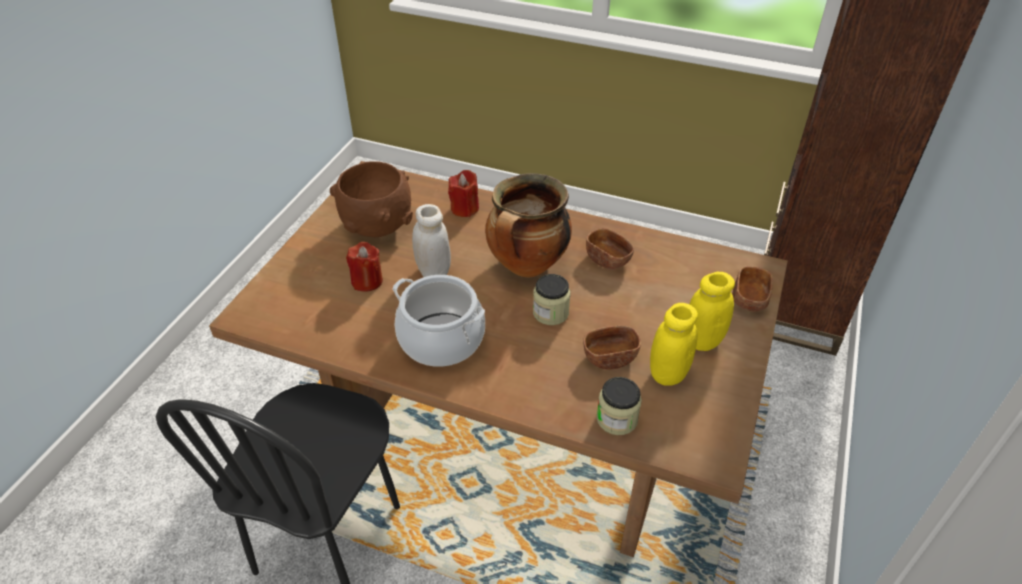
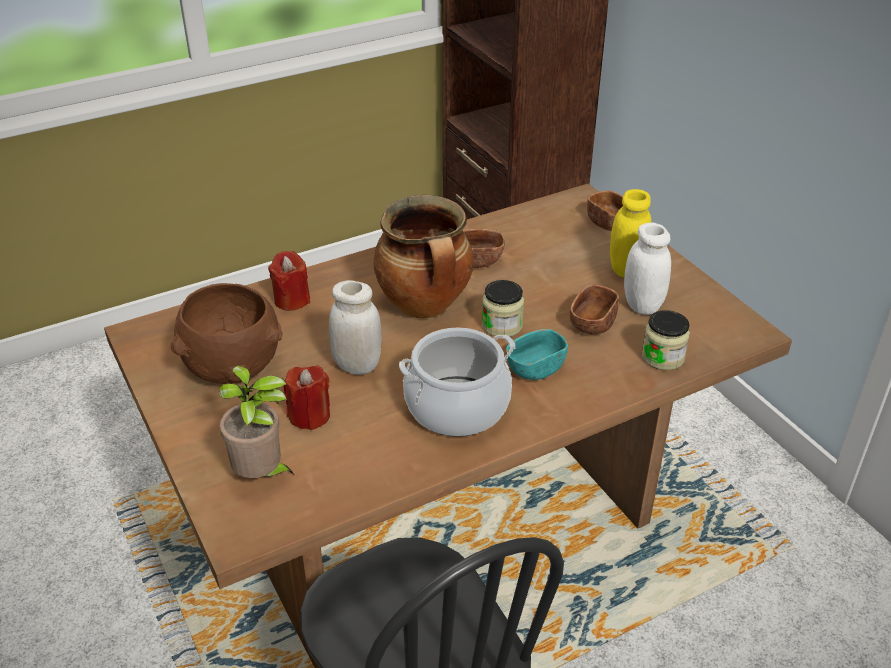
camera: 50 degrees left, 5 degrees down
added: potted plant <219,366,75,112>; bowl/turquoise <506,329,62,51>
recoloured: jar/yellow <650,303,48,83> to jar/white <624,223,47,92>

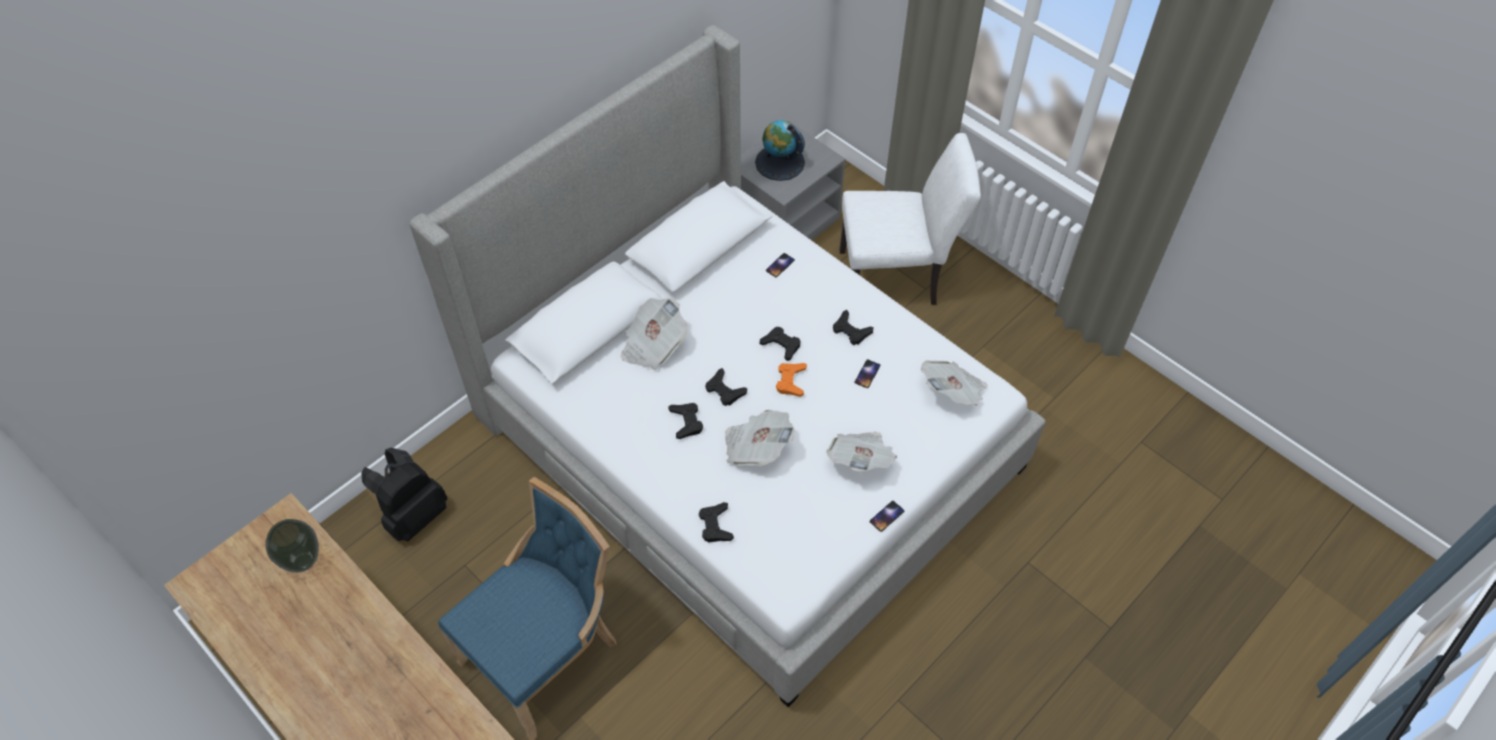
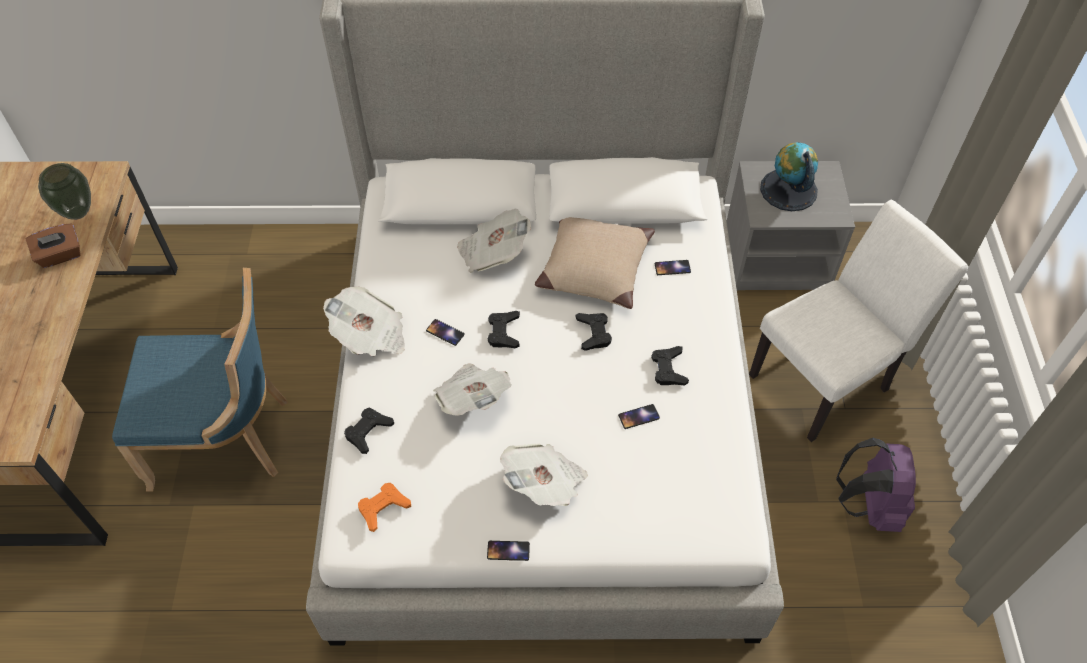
camera: 45 degrees right, 0 degrees up
removed: backpack/black <361,448,86,93>
added: tissue box/brown <26,224,55,44>; pillow/beige <535,217,120,92>; backpack/purple <836,438,80,94>
moved: newspaper <921,360,67,46> to <323,287,82,70>; game controller/orange <776,363,31,34> to <358,483,53,49>
replaced: game controller/black <668,403,35,36> to phone <426,319,39,27>
turned: chair/white <839,133,142,172> = <749,199,219,243> 75 degrees counterclockwise

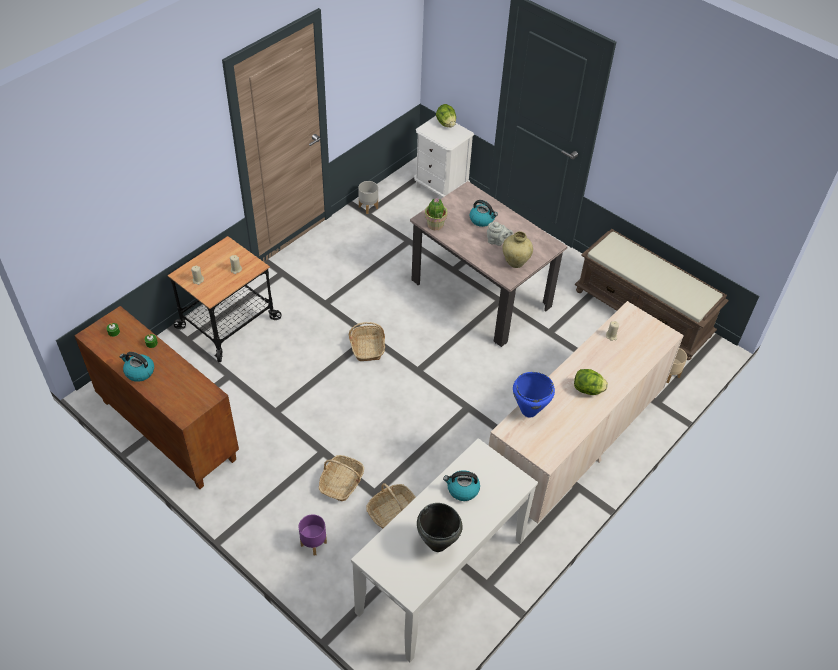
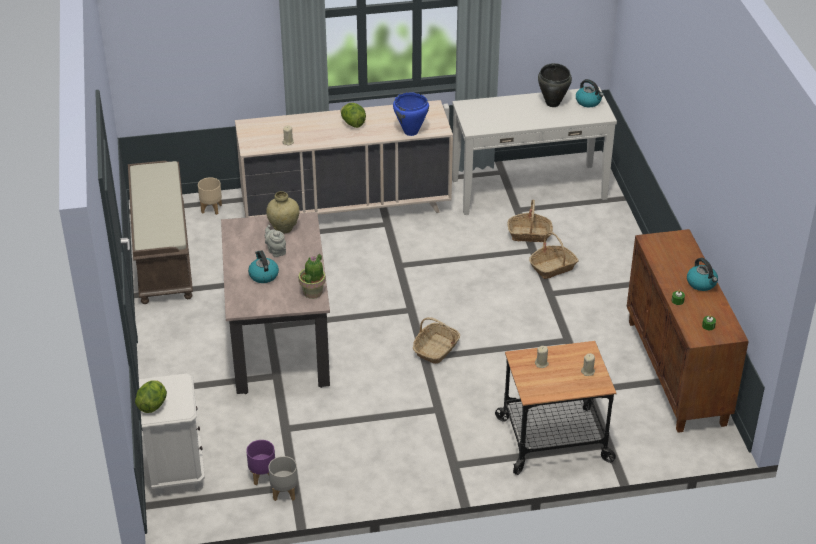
camera: 140 degrees left, 10 degrees down
moved: planter/purple <299,514,28,42> to <246,440,29,45>; kettle <443,470,37,31> to <576,79,28,28>

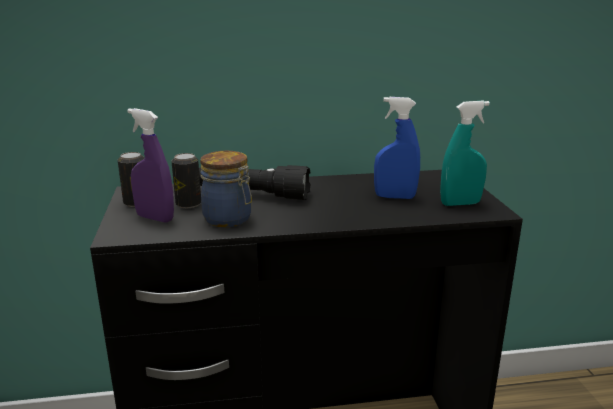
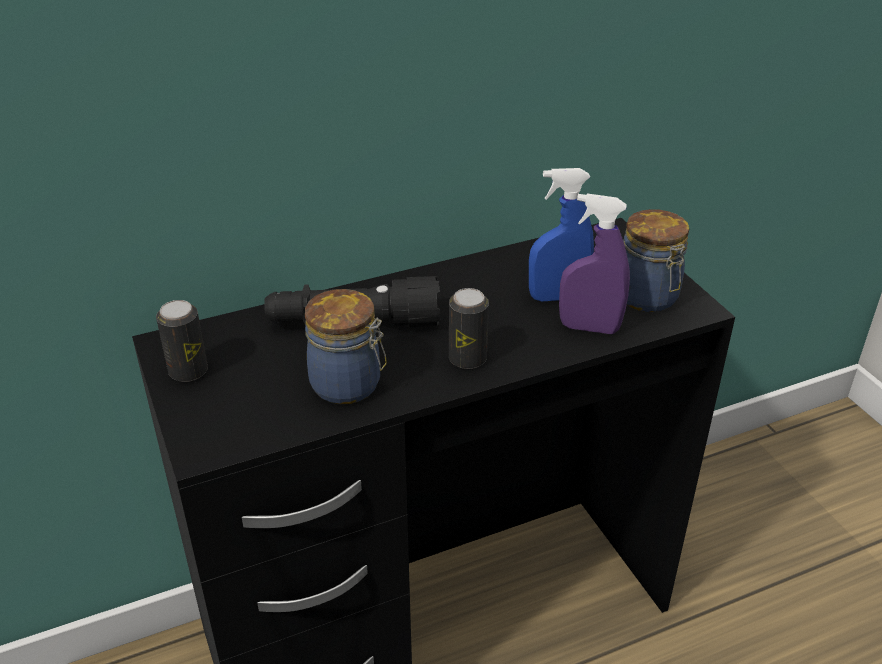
camera: 15 degrees left, 15 degrees up
moved: can <172,153,29,55> to <449,288,40,81>; spray bottle/purple <127,108,47,115> to <559,193,71,141>
replaced: spray bottle/turquoise <440,101,50,105> to jar <623,209,66,103>

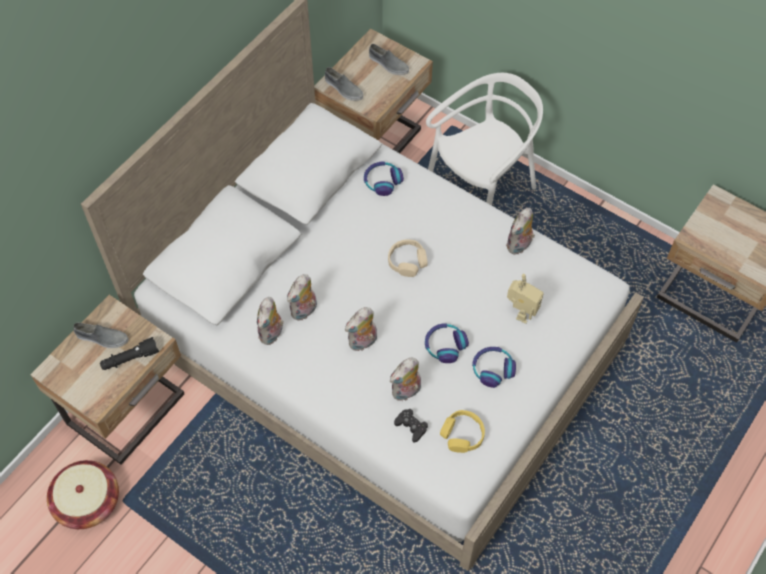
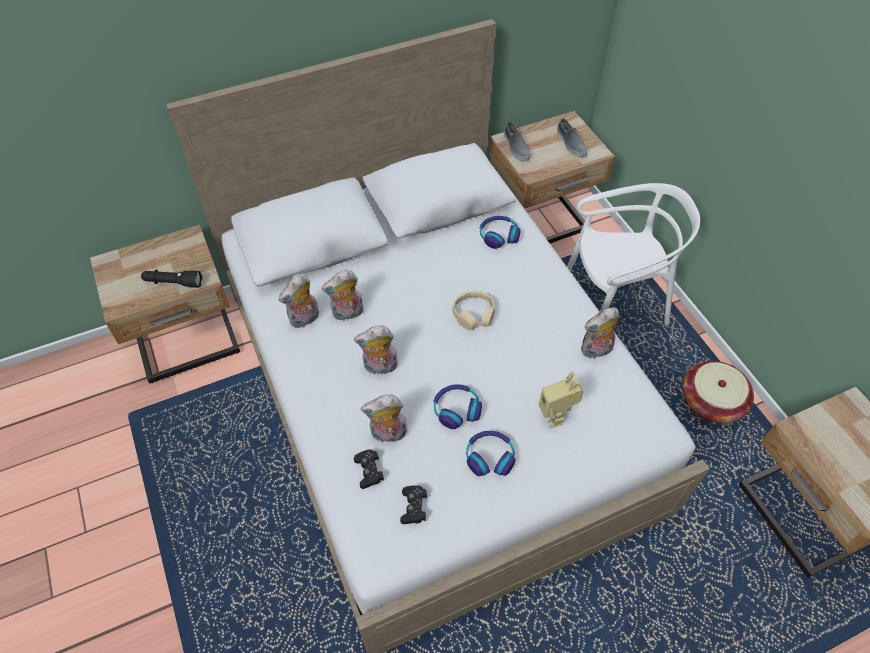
camera: 30 degrees right, 5 degrees down
removed: shoe/grey <74,322,55,26>
moved: basket <47,460,72,69> to <683,361,71,62>
replaced: headphones/yellow <440,410,45,43> to game controller/black <400,485,27,39>
turned: toy robot <507,274,37,50> = <539,371,45,57> 105 degrees clockwise

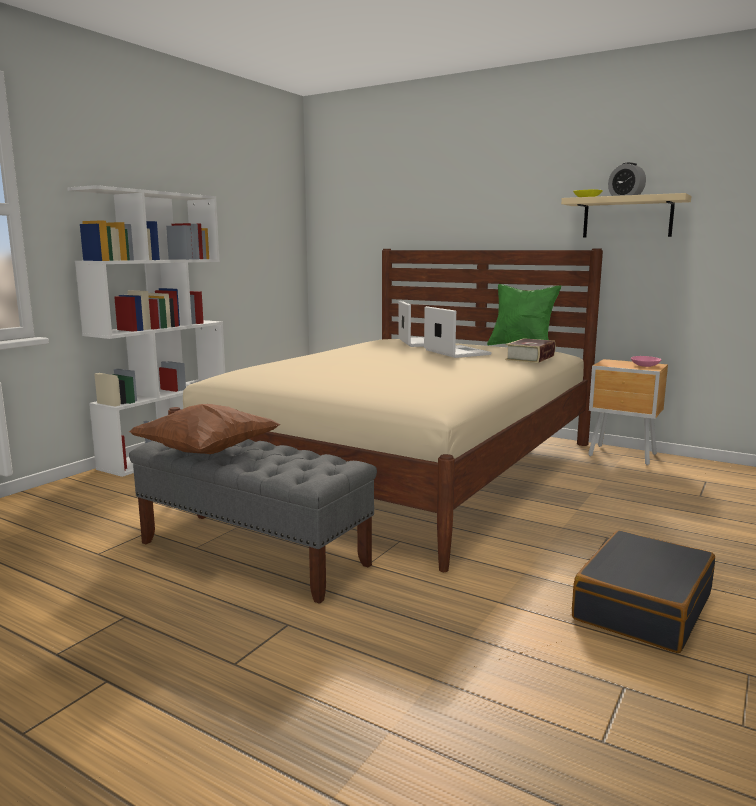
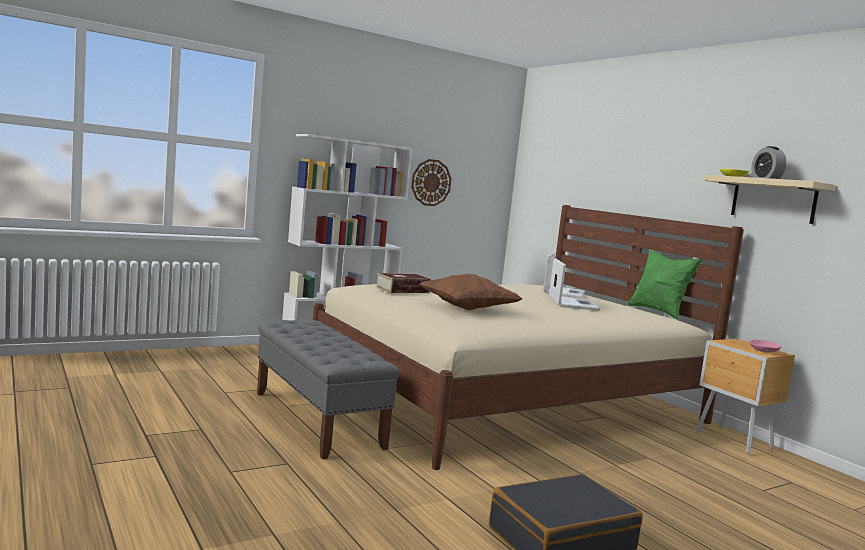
camera: 25 degrees right, 5 degrees down
added: wall clock <411,159,40,47>
moved: book <505,338,50,25> to <376,273,56,20>; pillow/brown <128,404,152,50> to <420,274,102,36>

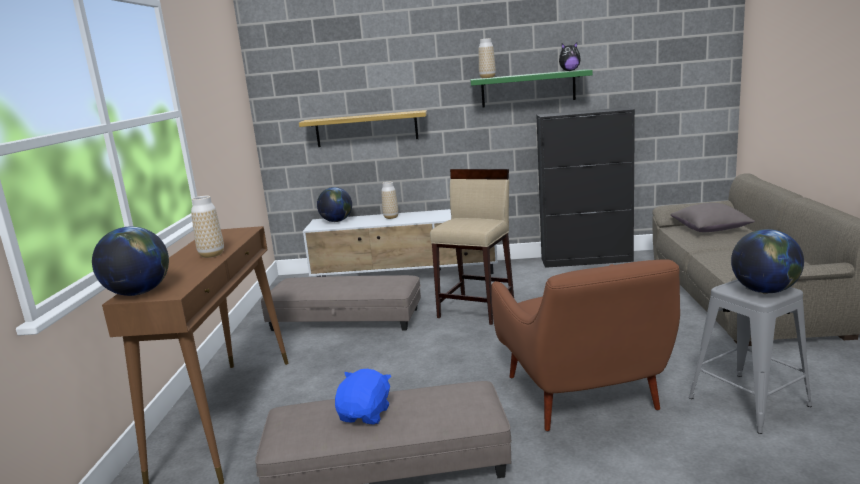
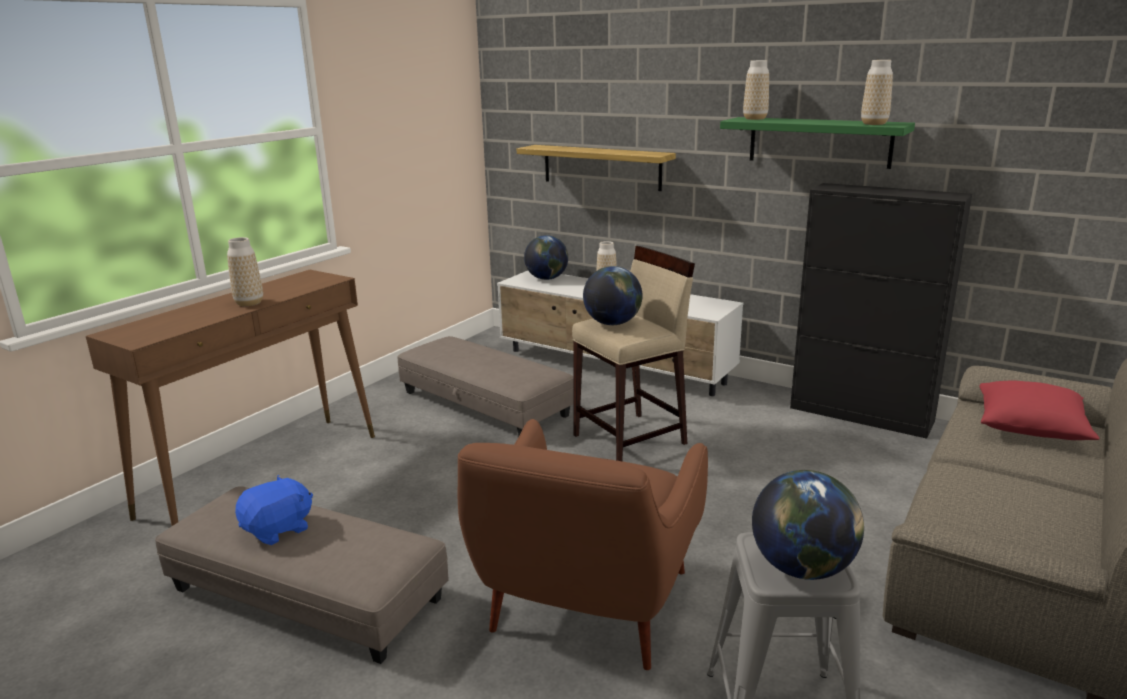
camera: 30 degrees right, 5 degrees up
moved: globe <92,226,77,70> to <583,266,59,59>
replaced: plush toy <559,43,22,28> to vase <861,60,32,65>
recoloured: pillow/grey <671,203,84,29> to pillow/red <980,381,119,59>

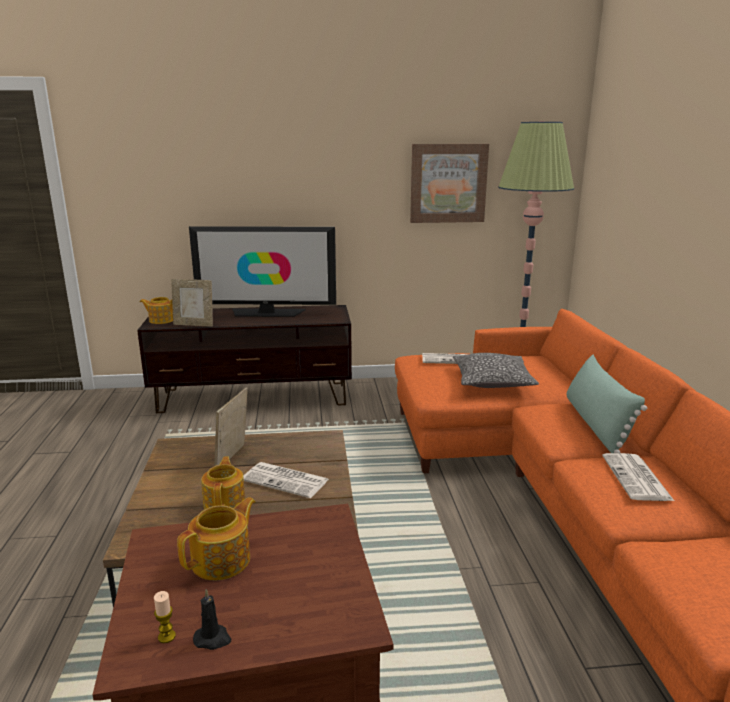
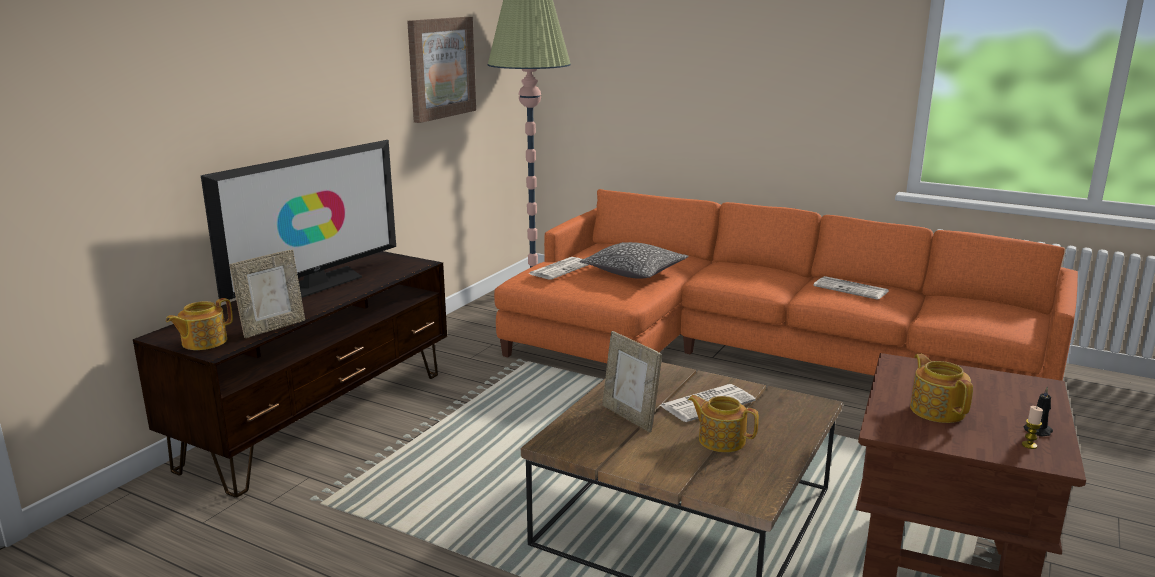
camera: 55 degrees left, 0 degrees up
removed: pillow/green <567,355,80,98>

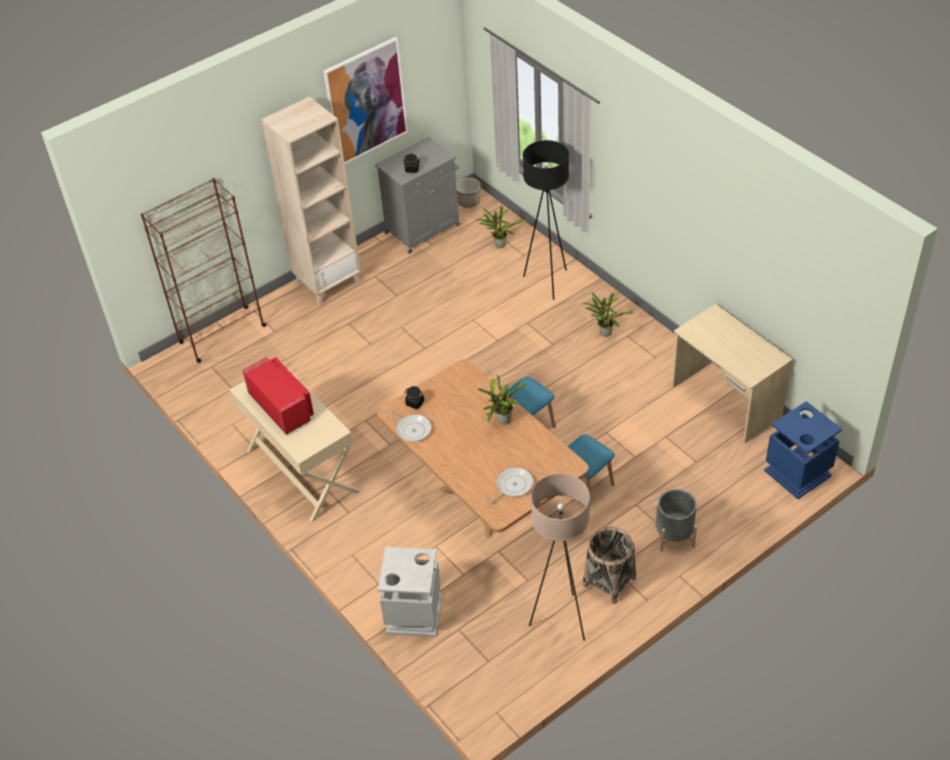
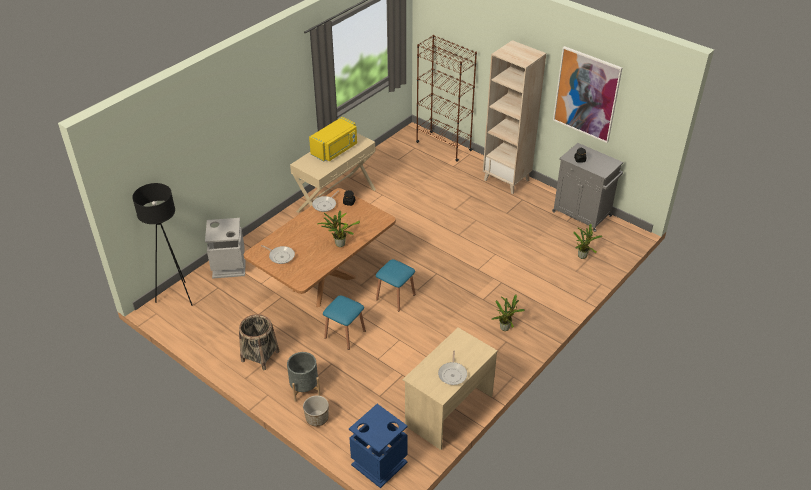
camera: 75 degrees right, 5 degrees down
removed: floor lamp/beige <529,473,61,168>
added: frying pan <438,351,29,34>
moved: floor lamp/black <523,140,46,160> to <132,183,61,123>; planter <456,178,24,30> to <303,395,26,32>
recoloured: microwave/red <242,357,72,78> to microwave/yellow <309,117,48,44>

